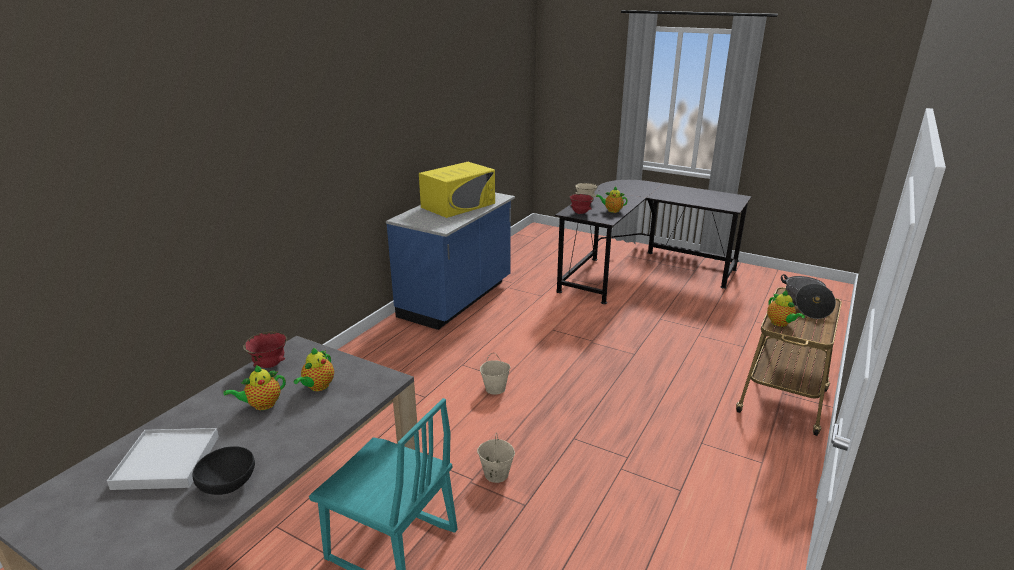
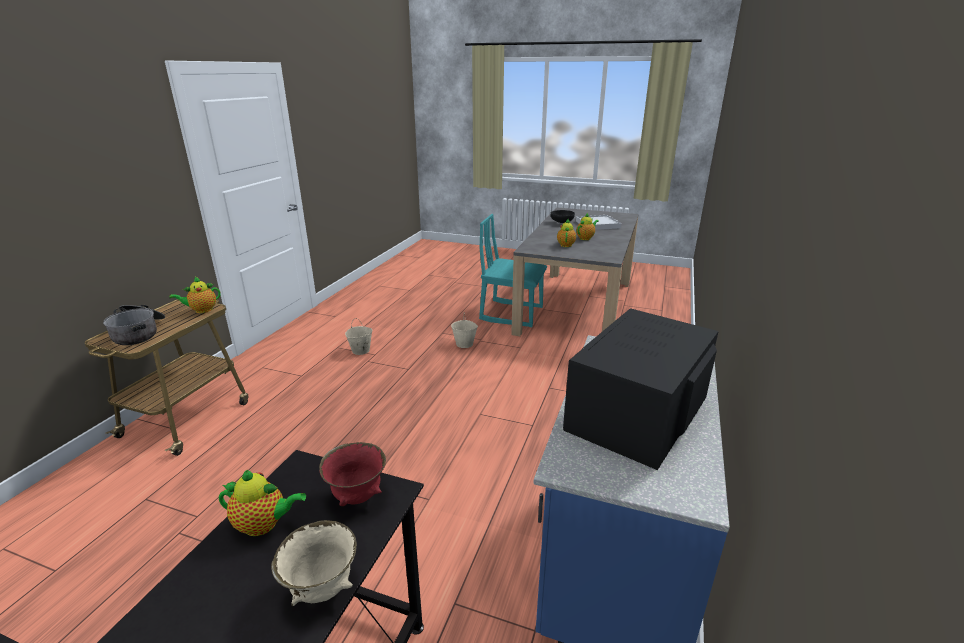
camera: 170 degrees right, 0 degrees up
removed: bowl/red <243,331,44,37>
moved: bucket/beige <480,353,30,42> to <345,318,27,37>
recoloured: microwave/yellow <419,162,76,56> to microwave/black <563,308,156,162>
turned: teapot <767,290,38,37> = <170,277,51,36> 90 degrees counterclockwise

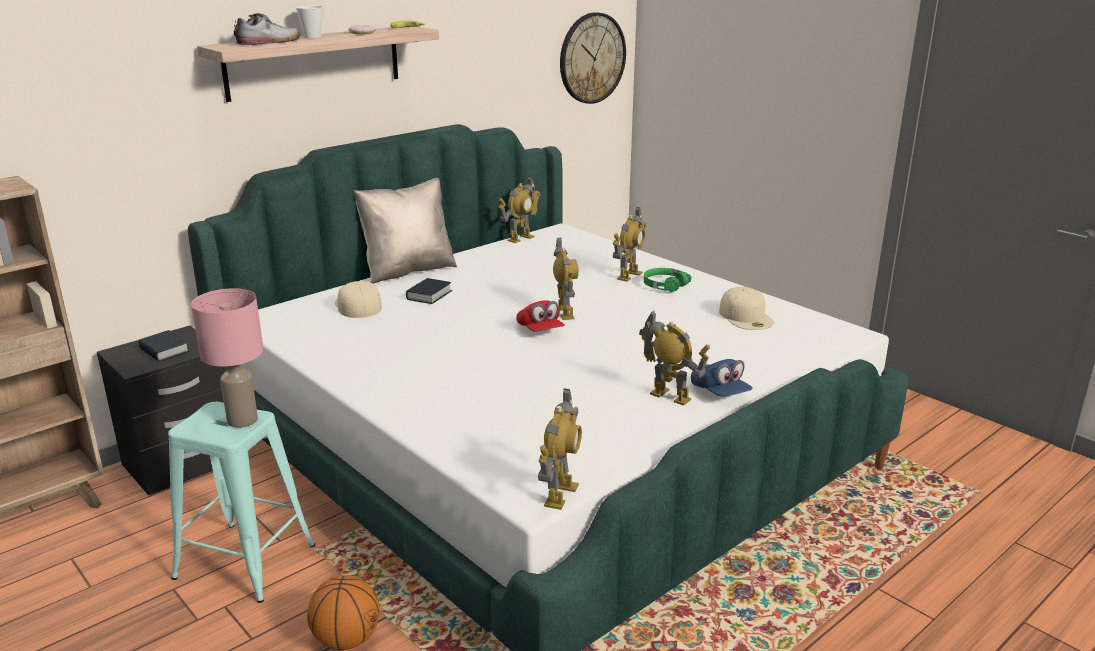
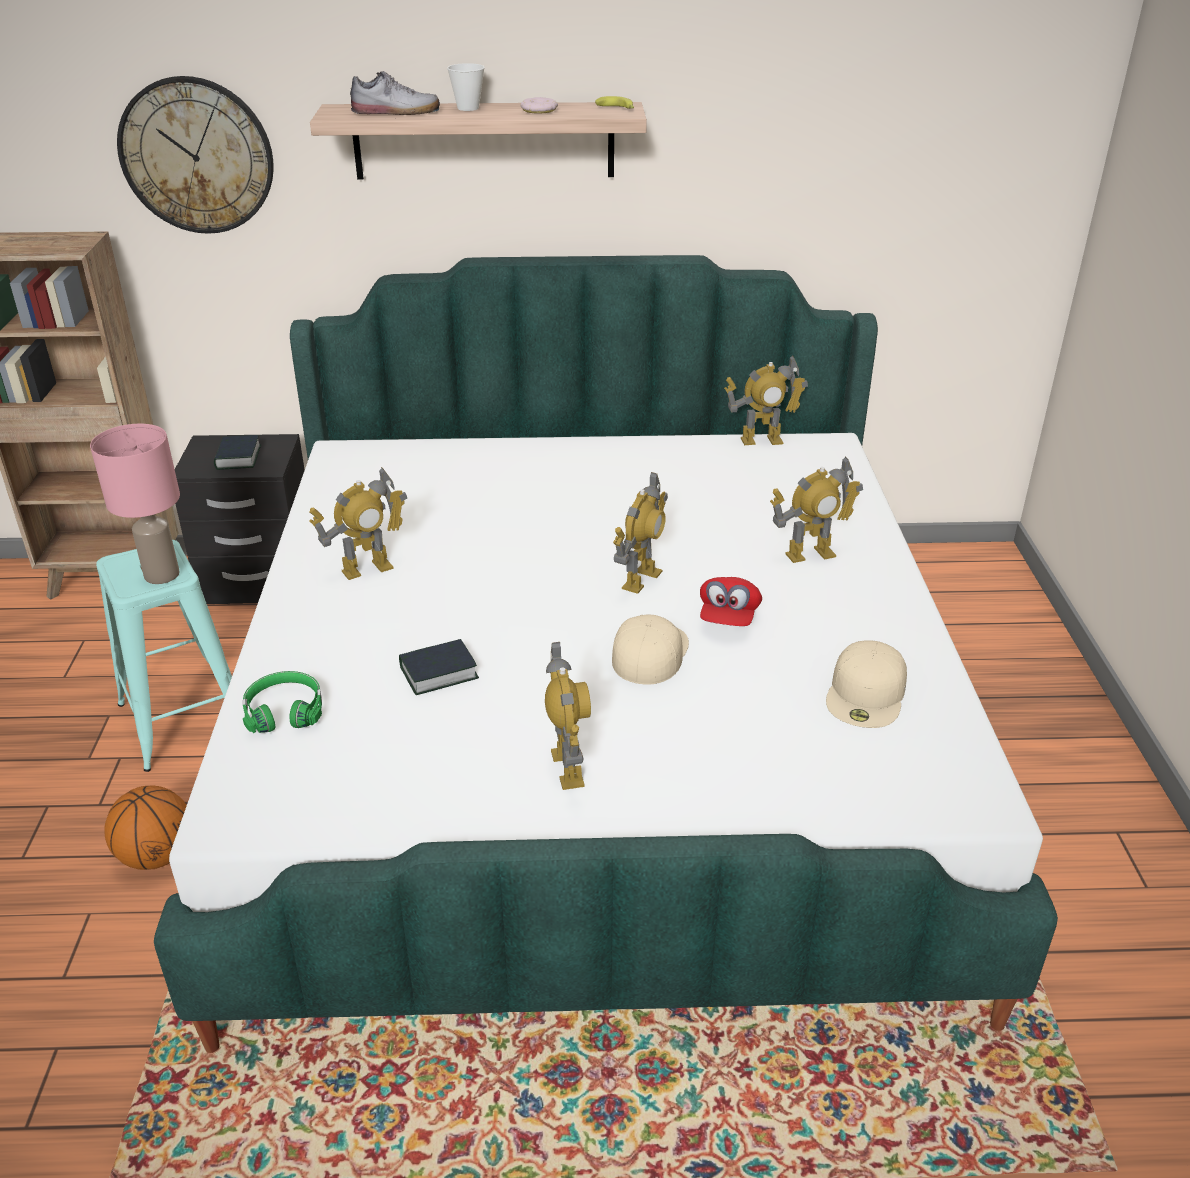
camera: 40 degrees right, 10 degrees up
removed: pillow/beige <354,178,103,106>; cap/blue <691,359,62,37>
moved: wall clock <560,12,66,92> to <117,76,157,158>; headphones/green <644,268,48,24> to <243,671,79,62>; toy robot <538,388,44,122> to <309,467,98,113>; book <406,278,46,26> to <399,639,80,56>; cap/beige <335,281,47,37> to <612,615,77,70>; cap/red <516,300,49,32> to <700,577,62,49>

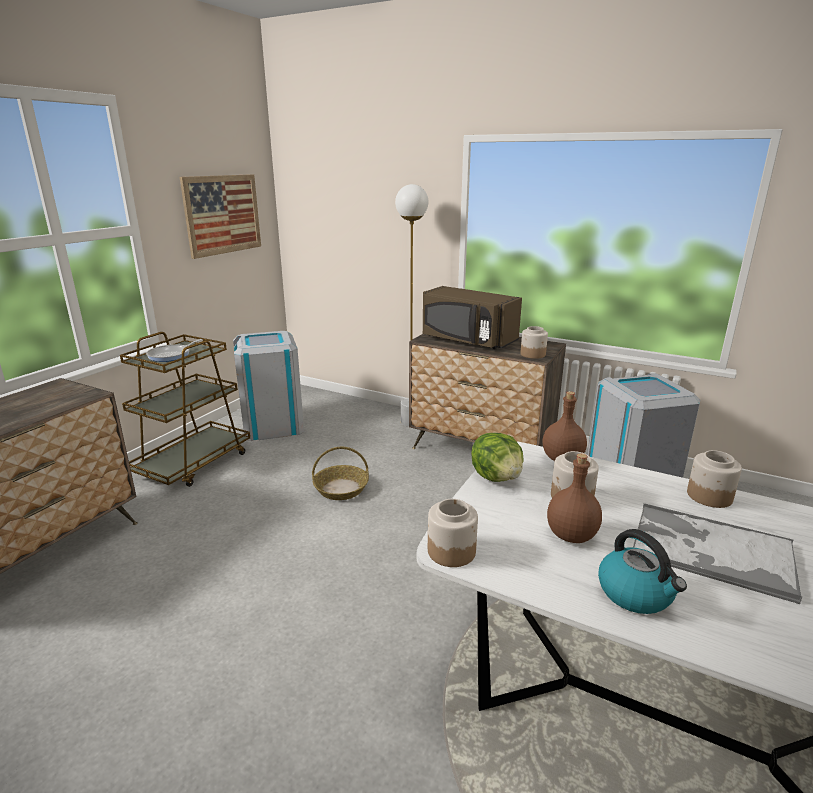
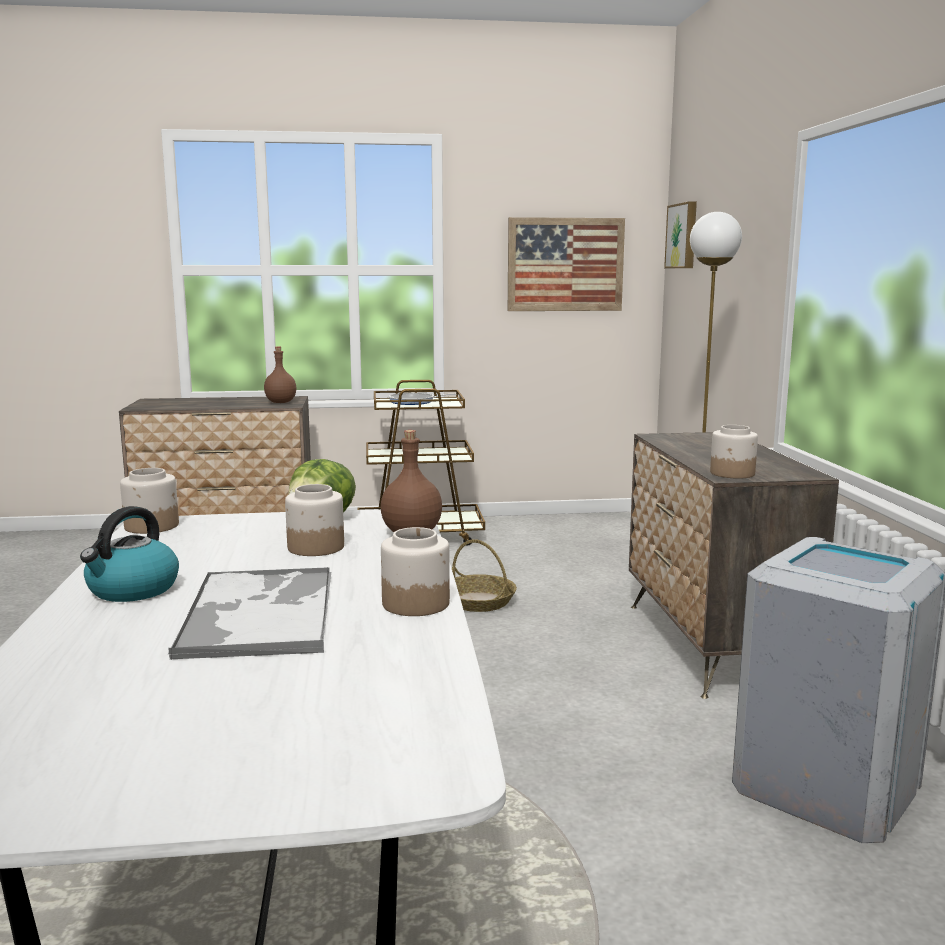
camera: 55 degrees right, 10 degrees down
removed: trash can/grey <233,331,71,110>; microwave/brown <423,286,99,63>
added: picture <664,201,33,67>
moved: bottle/brown <547,453,55,90> to <264,347,33,56>

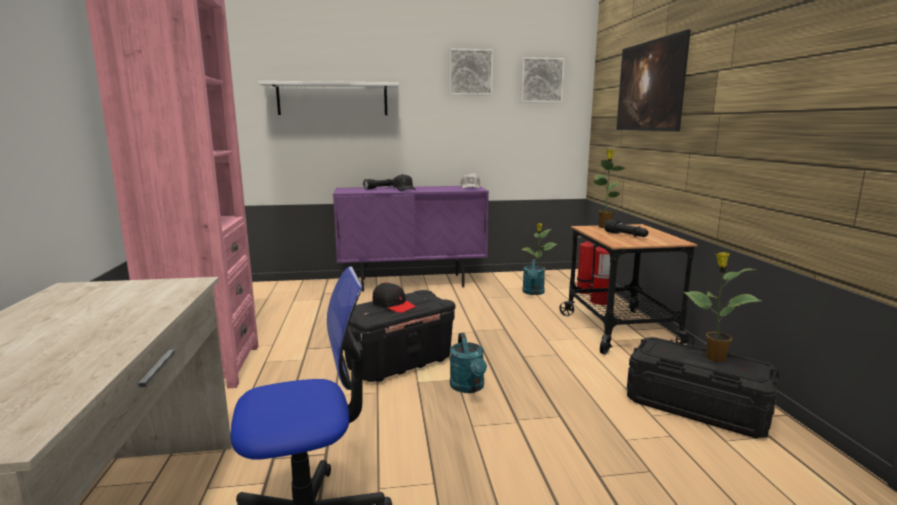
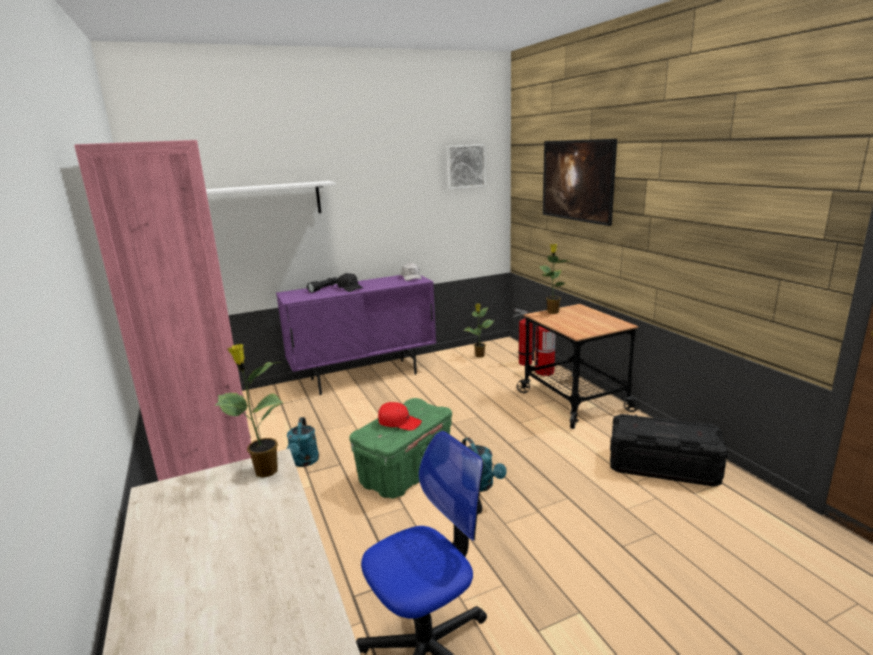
camera: 15 degrees left, 5 degrees up
removed: picture <449,49,44,46>; flashlight/black <604,219,44,18>
moved: potted plant <684,252,77,110> to <215,344,69,134>; watering can/turquoise <522,259,23,36> to <287,417,32,50>
recoloured: storage box/black <344,290,111,92> to storage box/green <349,398,103,101>; cap/black <373,282,43,31> to cap/red <378,402,44,29>

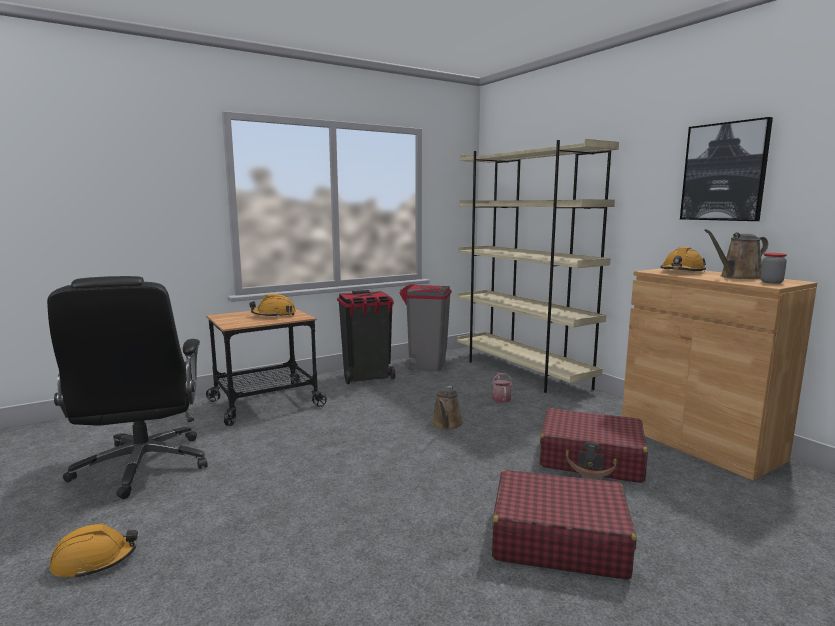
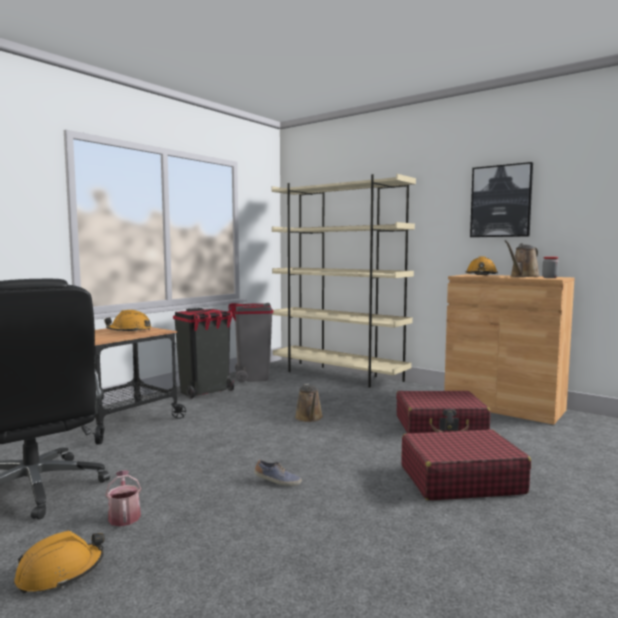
camera: 20 degrees left, 5 degrees down
added: shoe <254,459,48,27>
moved: watering can <492,372,21,31> to <105,470,36,56>

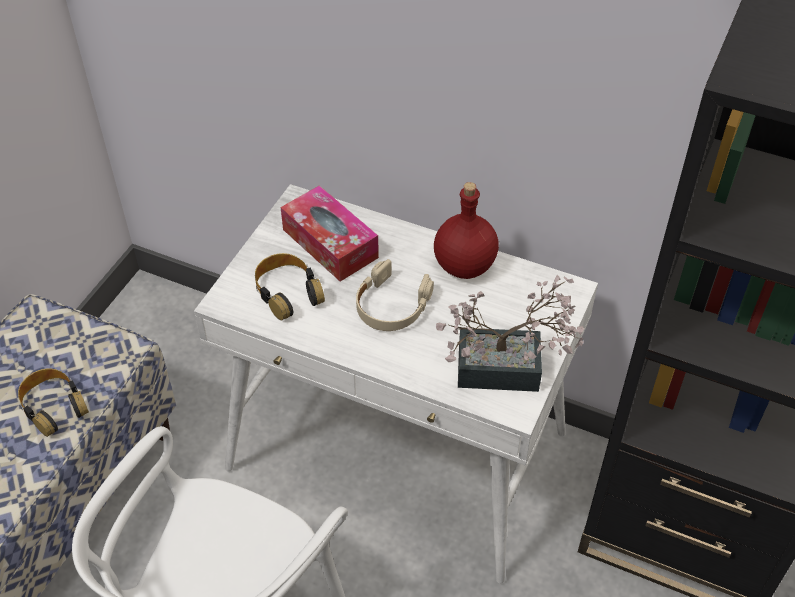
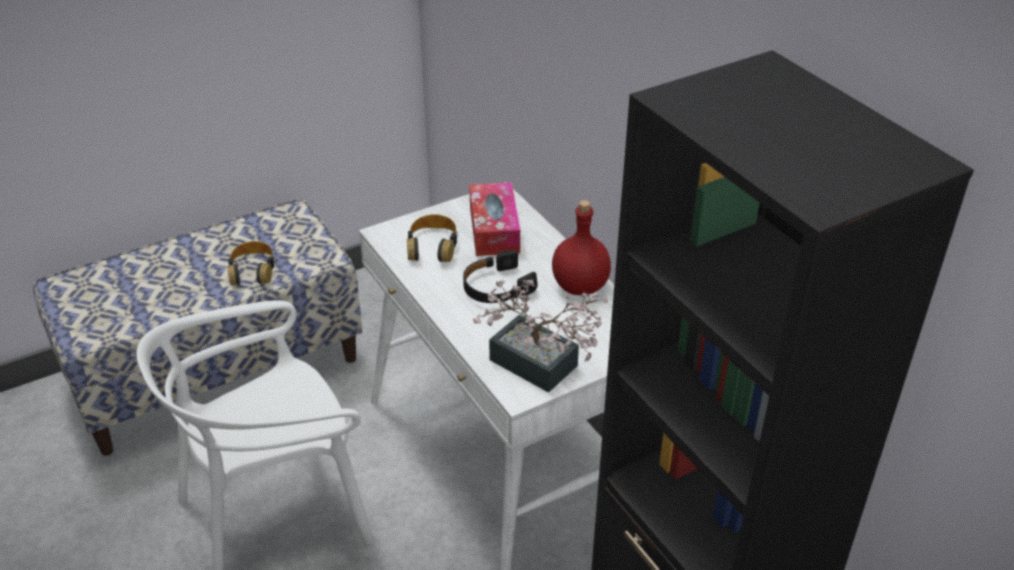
camera: 35 degrees right, 10 degrees down
recoloured: headphones/beige <356,259,78,72> to headphones/black <463,250,75,53>

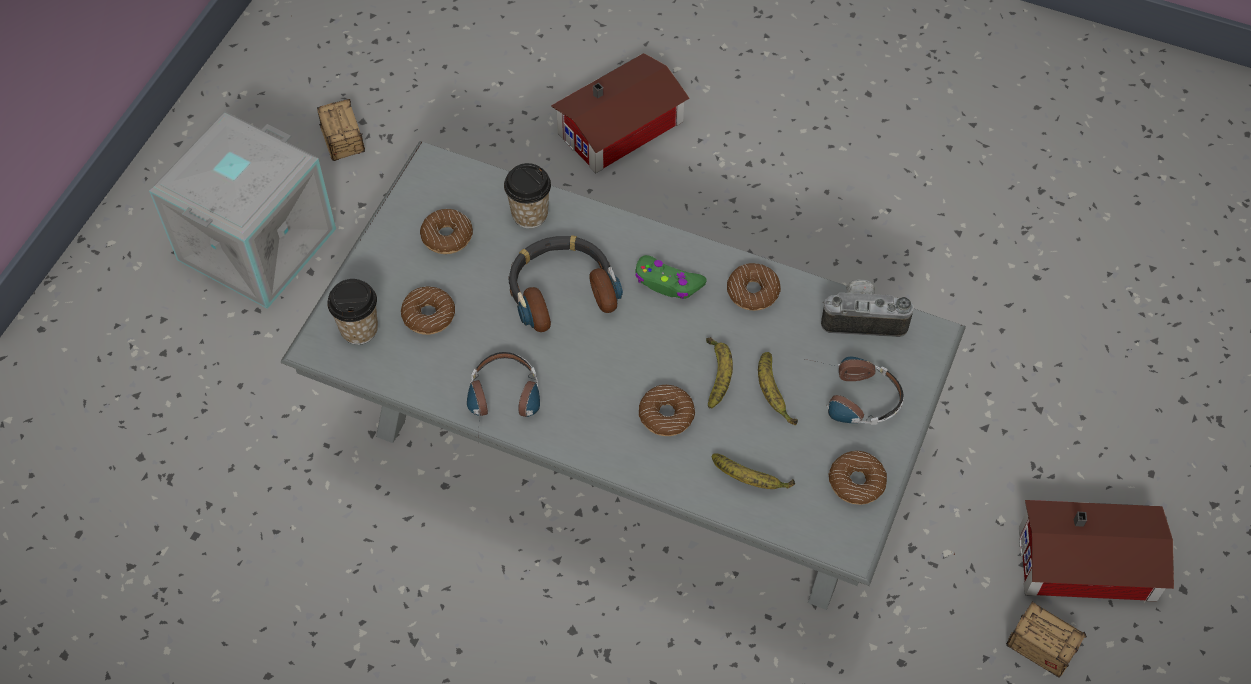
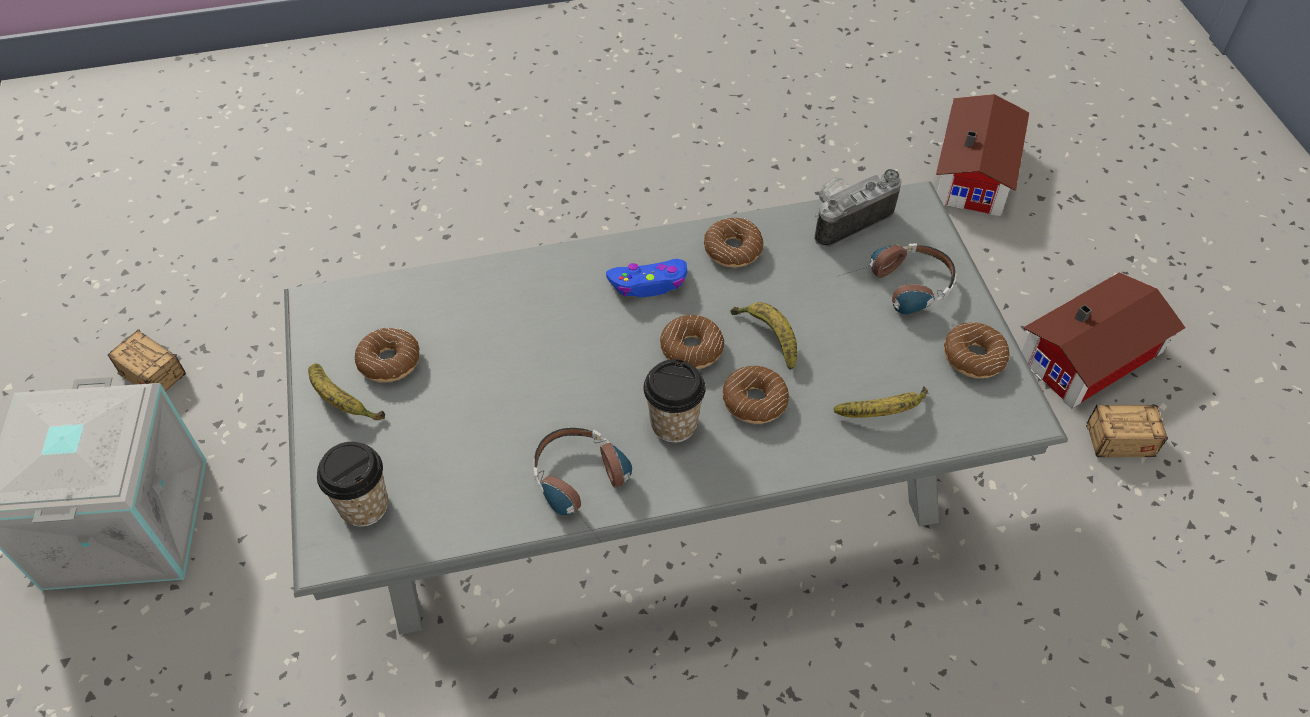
camera: 35 degrees left, 5 degrees down
removed: headphones <509,235,114,97>
moved: banana <758,352,40,73> to <308,364,77,56>; cup <504,163,47,65> to <643,359,63,84>; donut <401,287,54,48> to <660,315,64,54>; toy house <551,53,139,120> to <936,94,93,123>
recoloured: game controller/green <635,255,72,44> to game controller/blue <606,259,81,38>

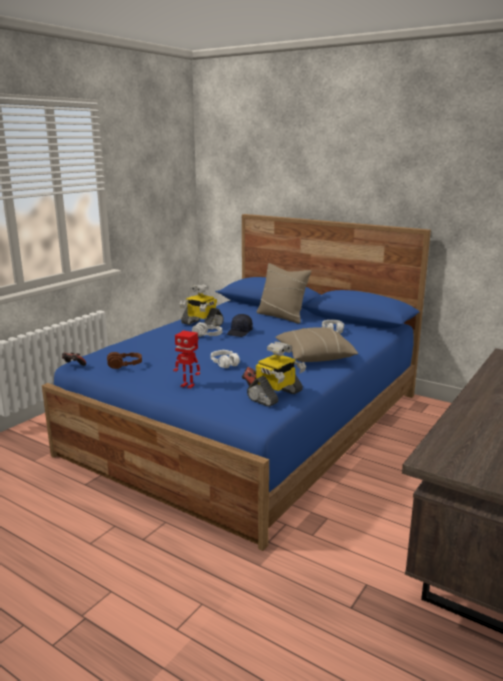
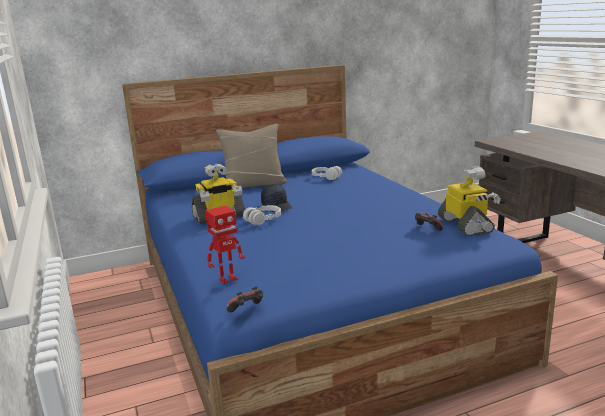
camera: 55 degrees left, 0 degrees up
removed: headphones/brown <107,352,35,17>; headphones/white <211,350,29,18>; pillow/beige <275,327,83,35>
moved: toy robot <173,331,27,58> to <205,206,40,78>

